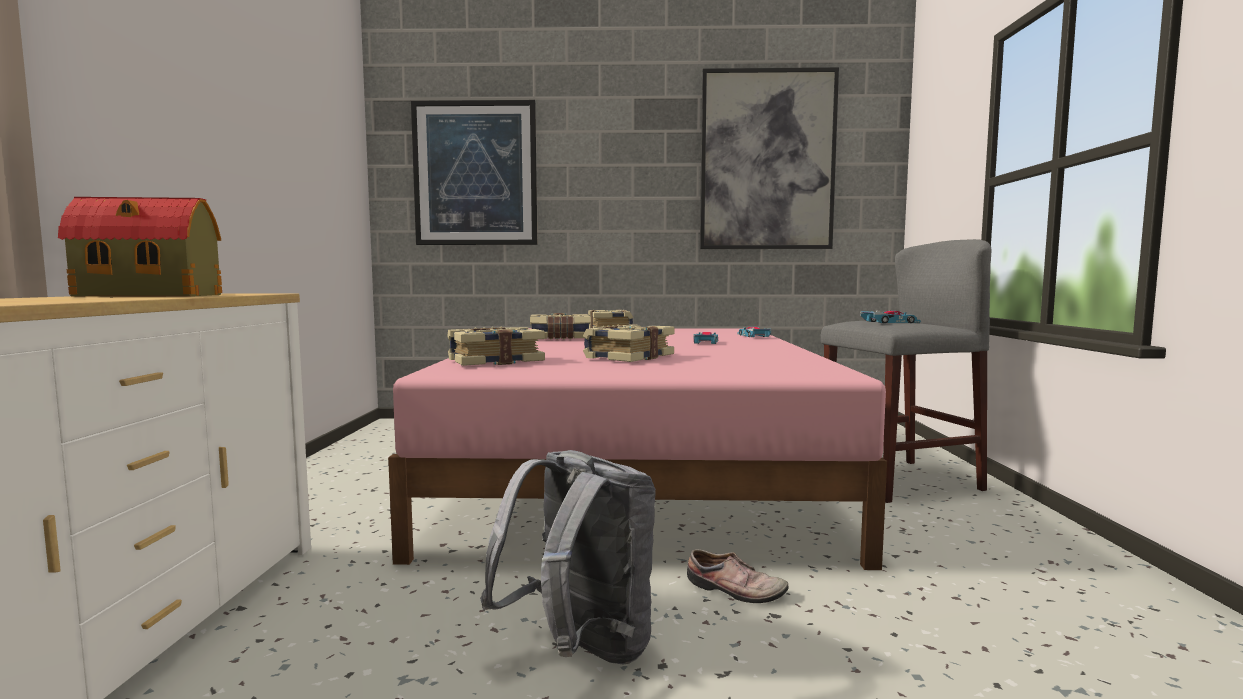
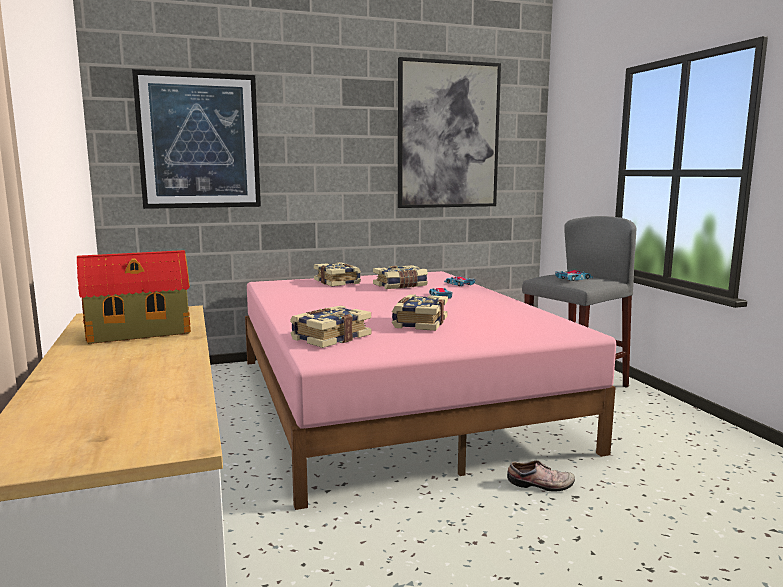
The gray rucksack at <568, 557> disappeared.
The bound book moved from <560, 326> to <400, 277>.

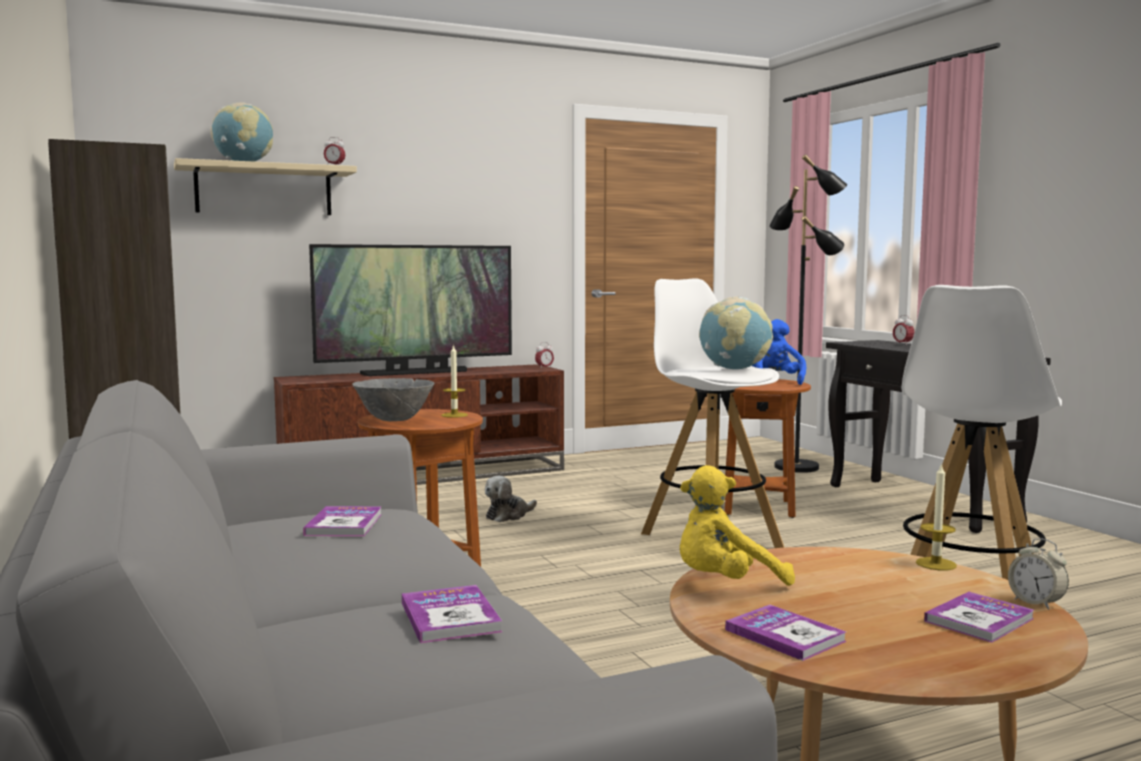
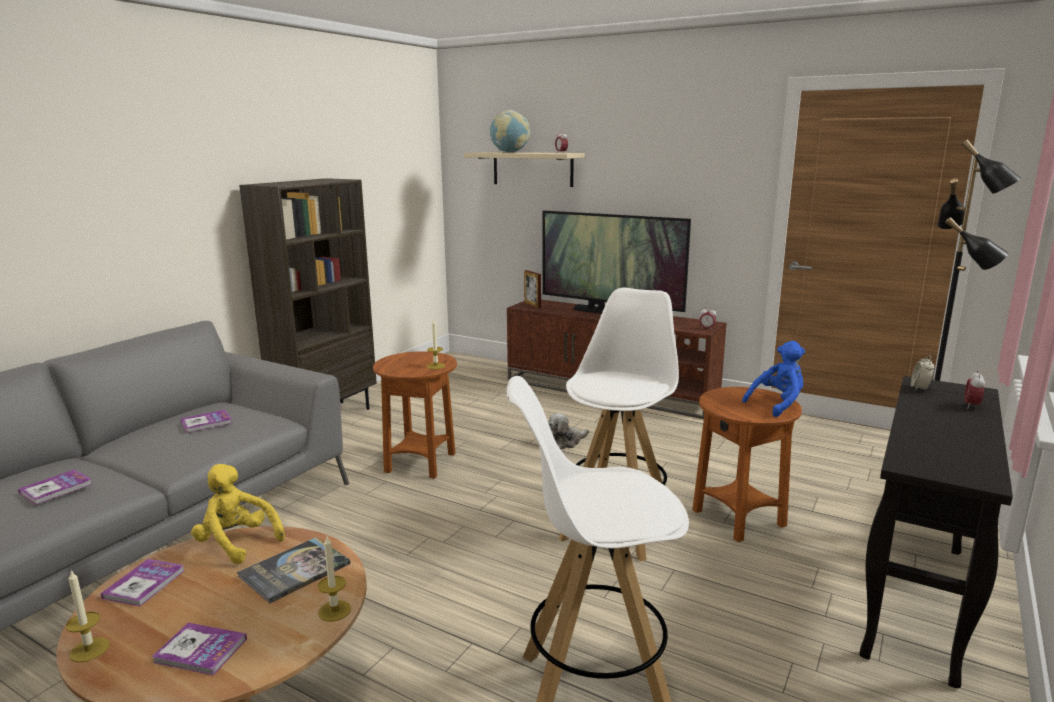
The gray serving bowl at <393, 399> disappeared.
The desk globe at <736, 333> disappeared.
The wax light at <87, 616> appeared.
The bound book at <294, 570> appeared.
The standing frame at <532, 289> appeared.
The table clock moved from <1038, 574> to <922, 372>.
The soft toy at <511, 499> turned 45 degrees counterclockwise.

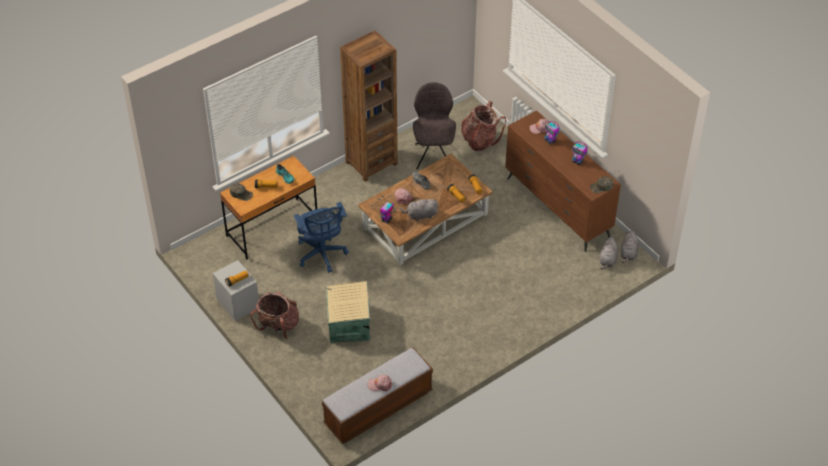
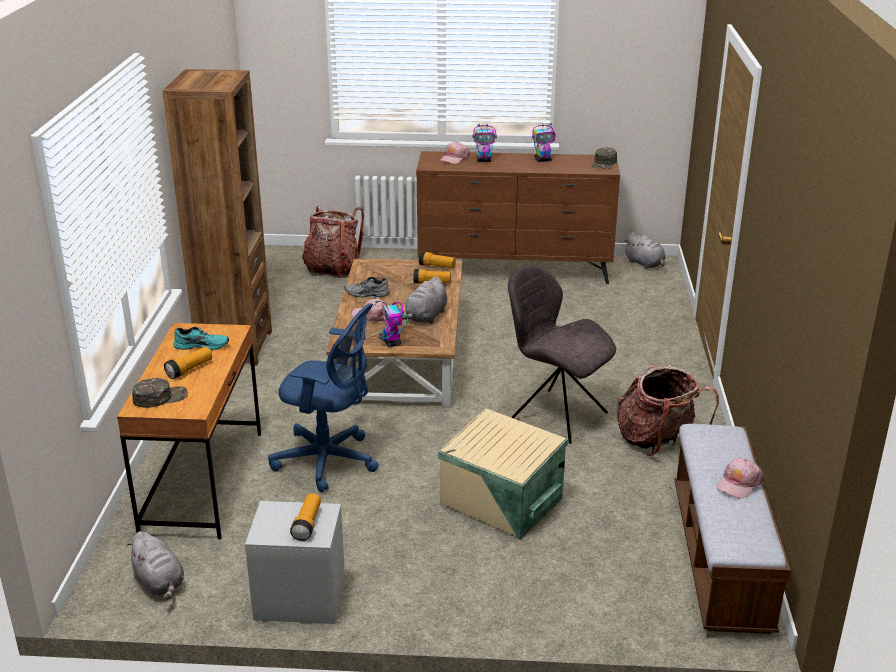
The rucksack moved from <274, 315> to <668, 410>.
The gray upright chair moved from <434, 125> to <562, 355>.
The gray soft toy moved from <609, 253> to <155, 565>.

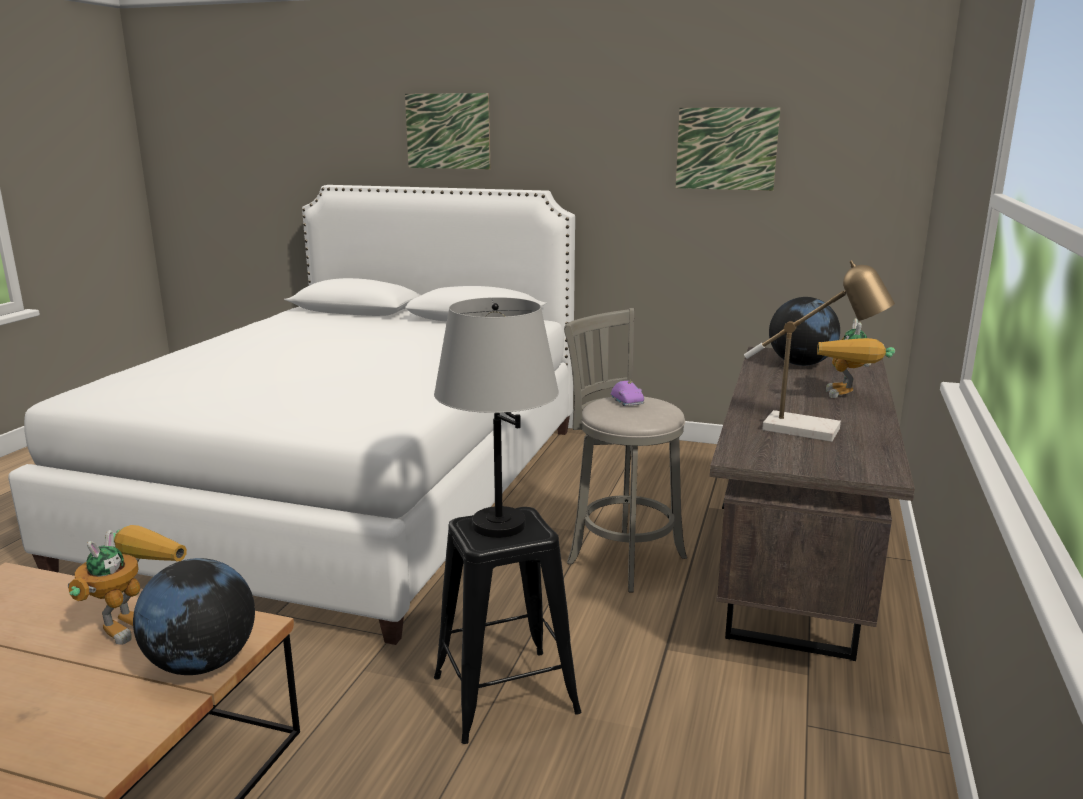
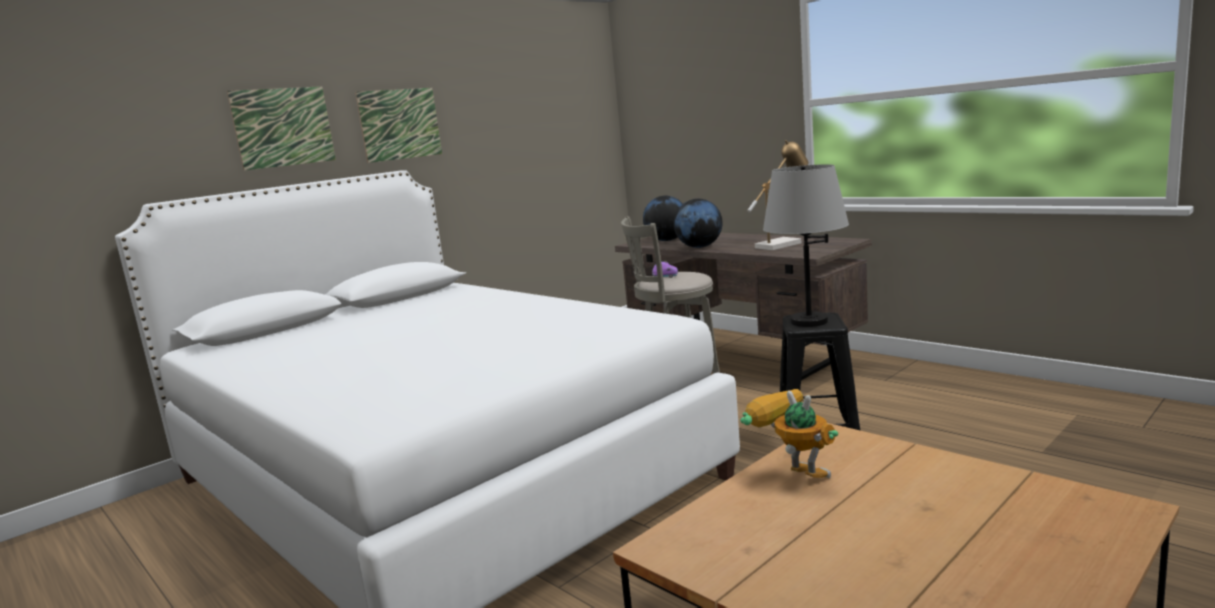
The toy robot at <856, 358> disappeared.
The desk globe moved from <194, 616> to <698, 223>.
The picture moved from <728, 149> to <398, 125>.

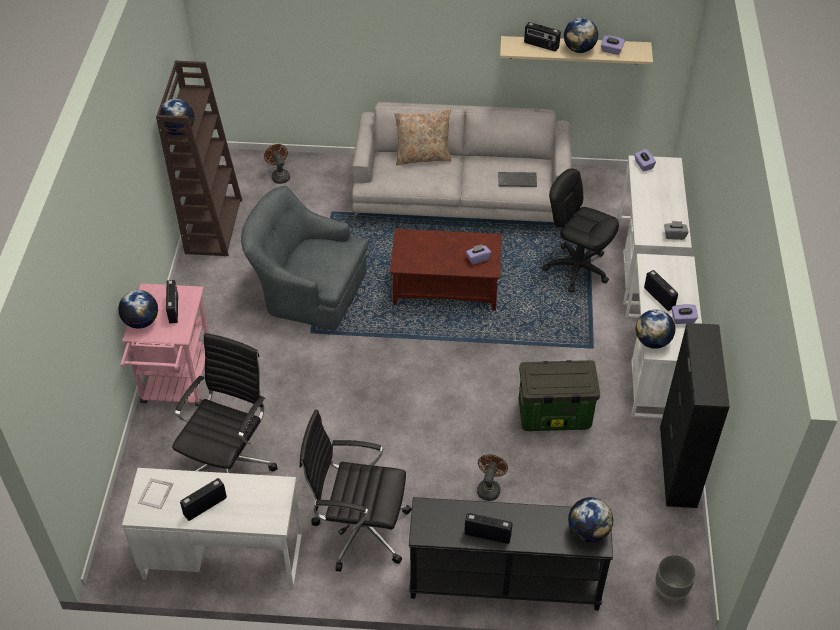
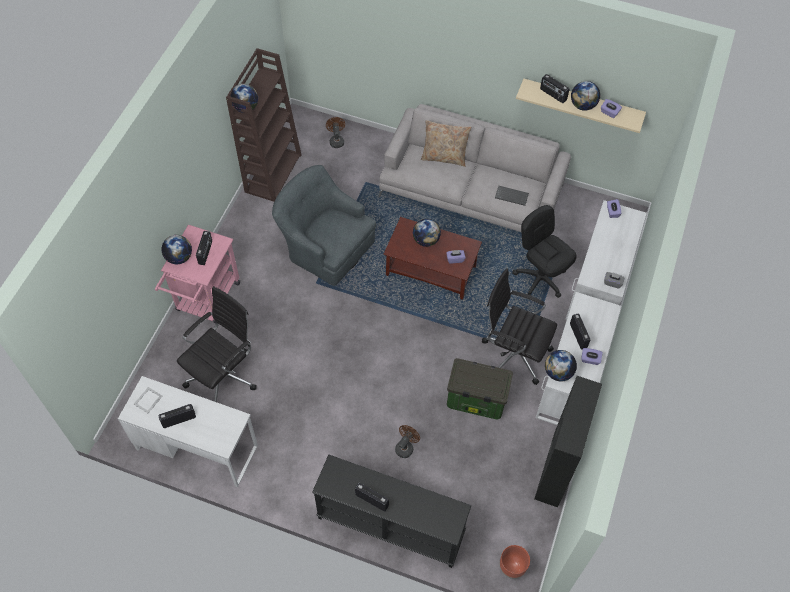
The blackish computer chair moved from <355, 491> to <519, 326>.
The desk globe moved from <590, 520> to <427, 233>.
The gray plant pot at <675, 578> became the brown plant pot at <515, 562>.

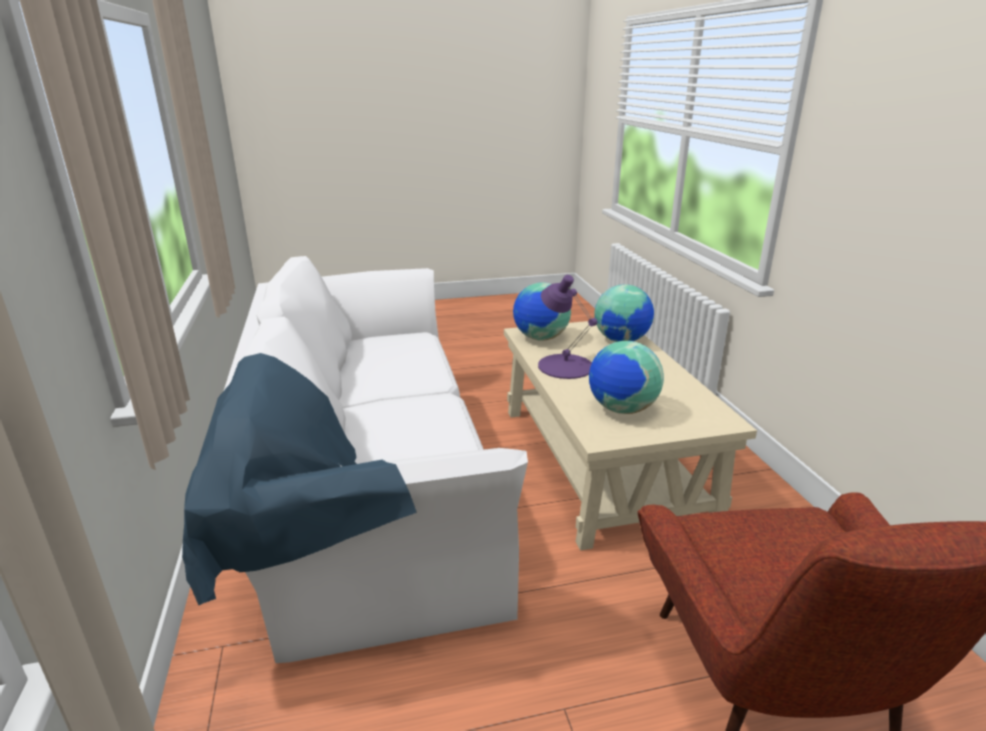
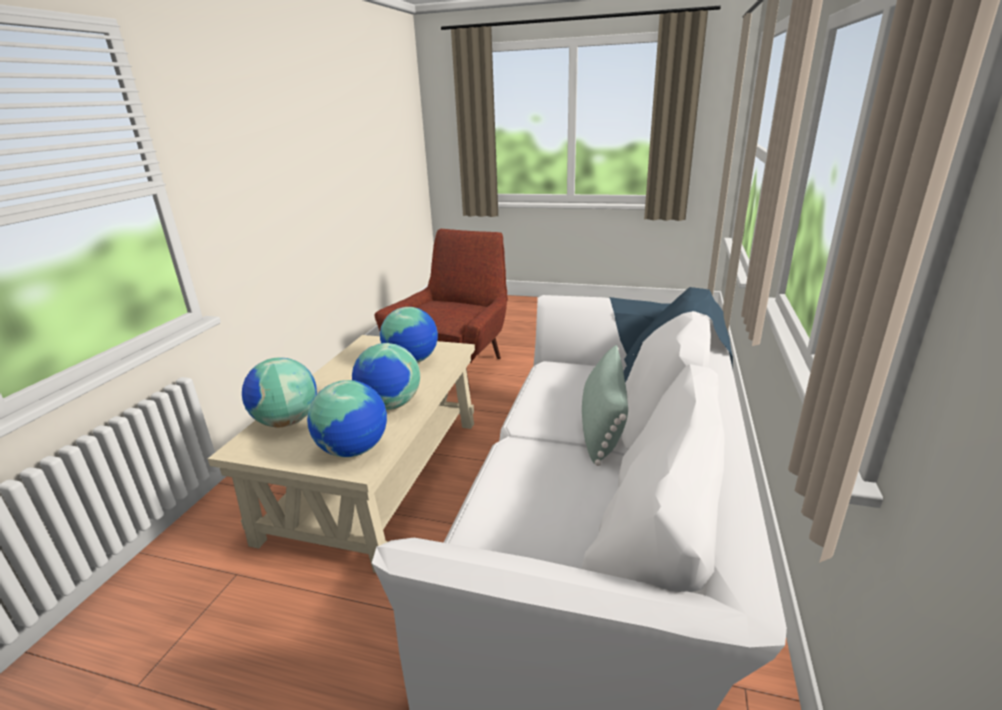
The greenish pillow at <605, 405> appeared.
The purple-coloured table lamp at <567, 327> was replaced by the desk globe at <386, 376>.

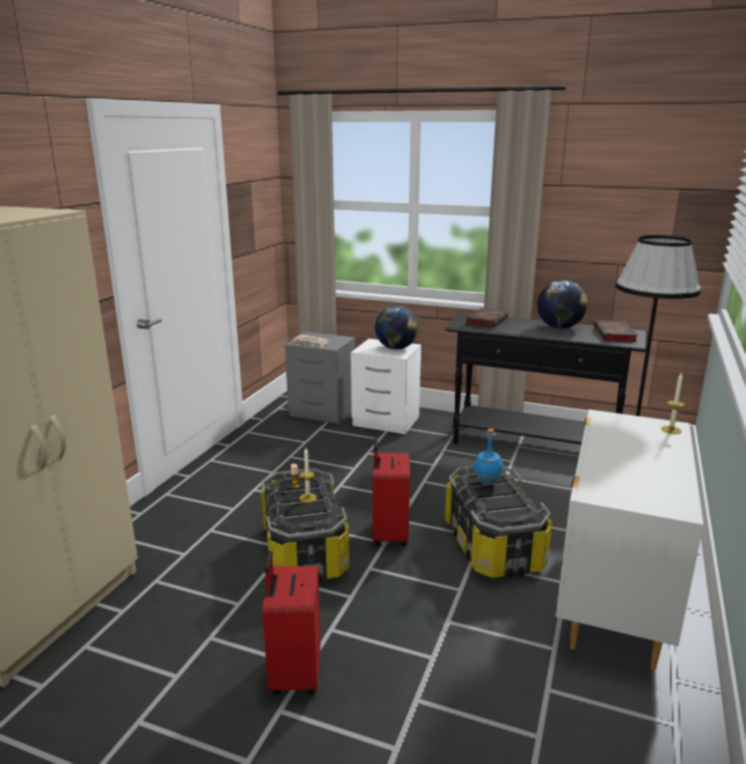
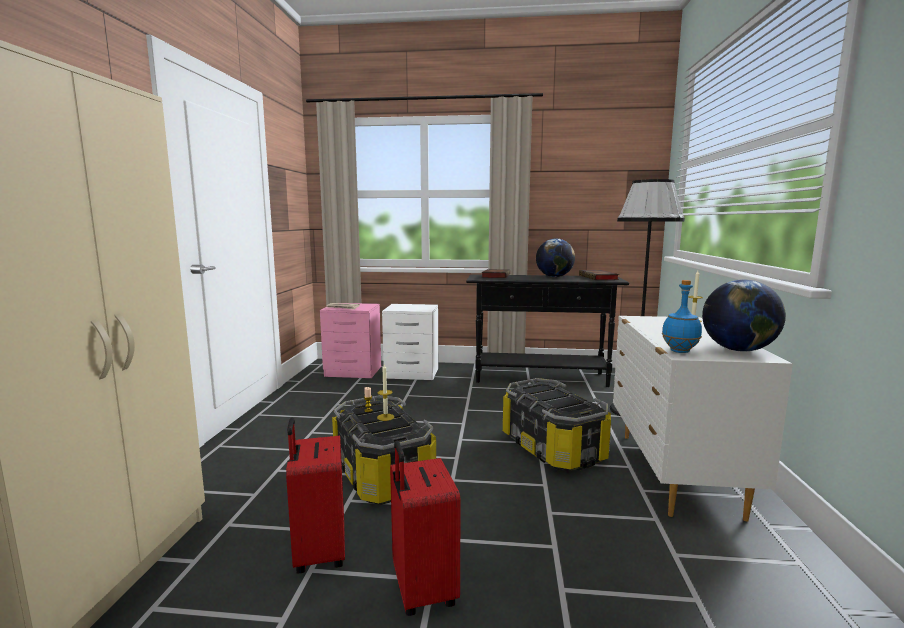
The reddish piece of luggage moved from <391, 491> to <315, 495>.
The desk globe moved from <396, 327> to <744, 316>.
The blue drink bottle moved from <488, 457> to <682, 316>.
The gray bedside table at <320, 378> became the pink-coloured bedside table at <350, 340>.

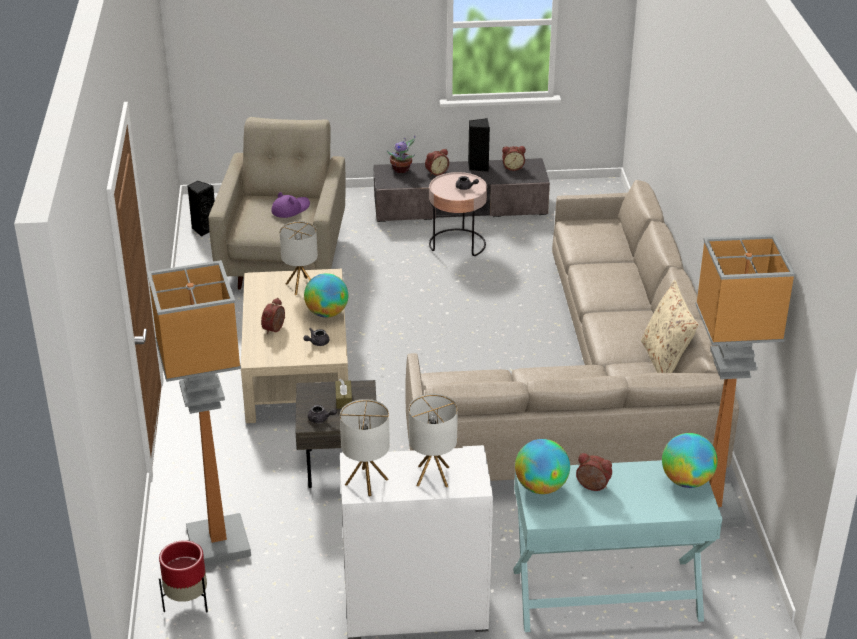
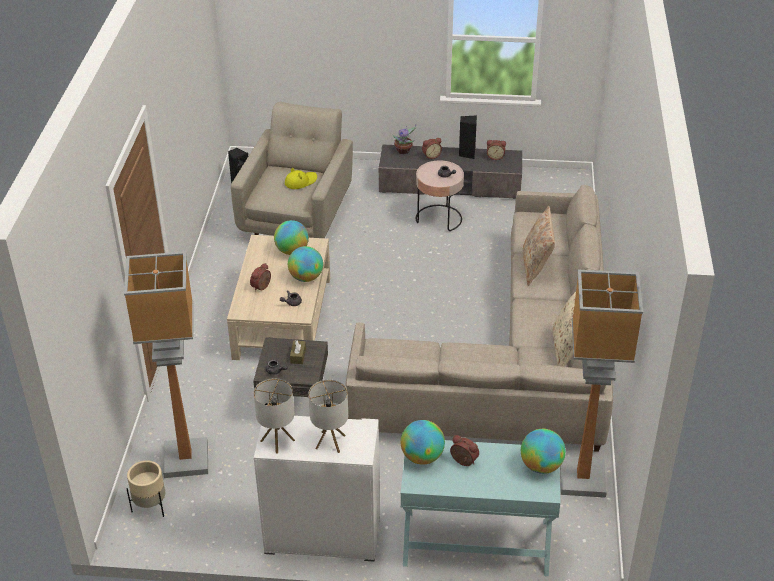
The beige pillow at <539, 246> appeared.
The table lamp at <299, 258> was replaced by the desk globe at <291, 237>.
The reddish plant pot at <183, 576> became the beige plant pot at <145, 488>.
The purple-coloured clothing hat at <290, 205> became the yellow-coloured clothing hat at <301, 178>.

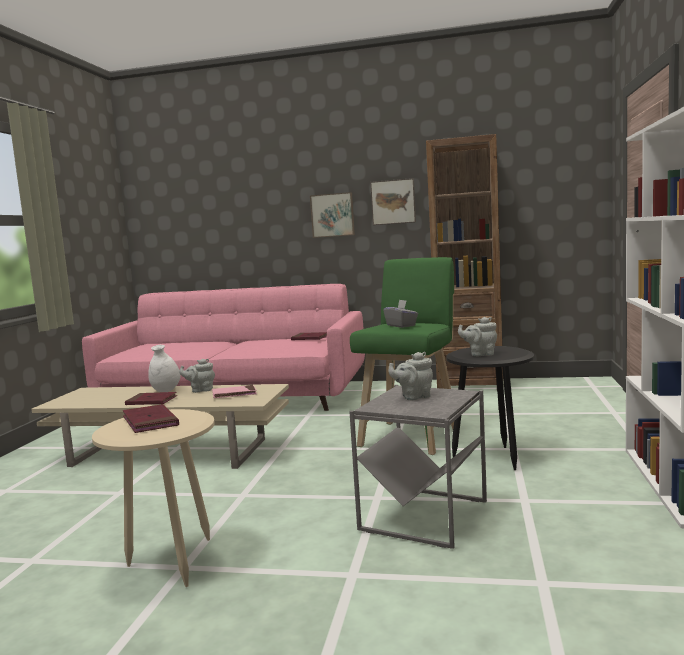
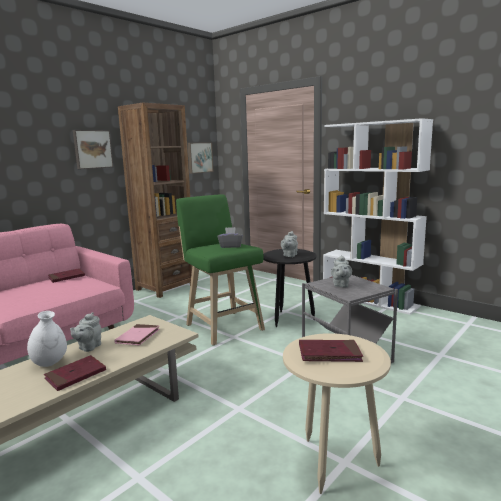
The picture moved from <332, 215> to <201, 158>.

